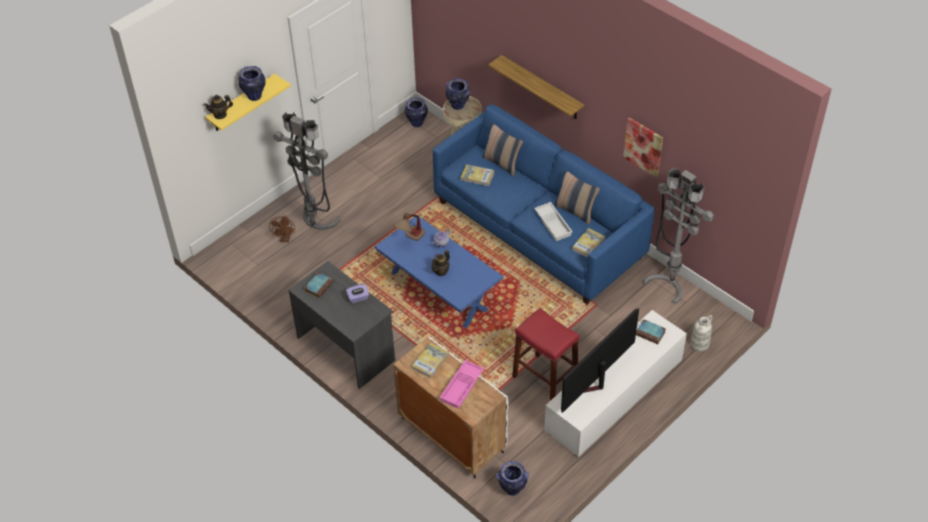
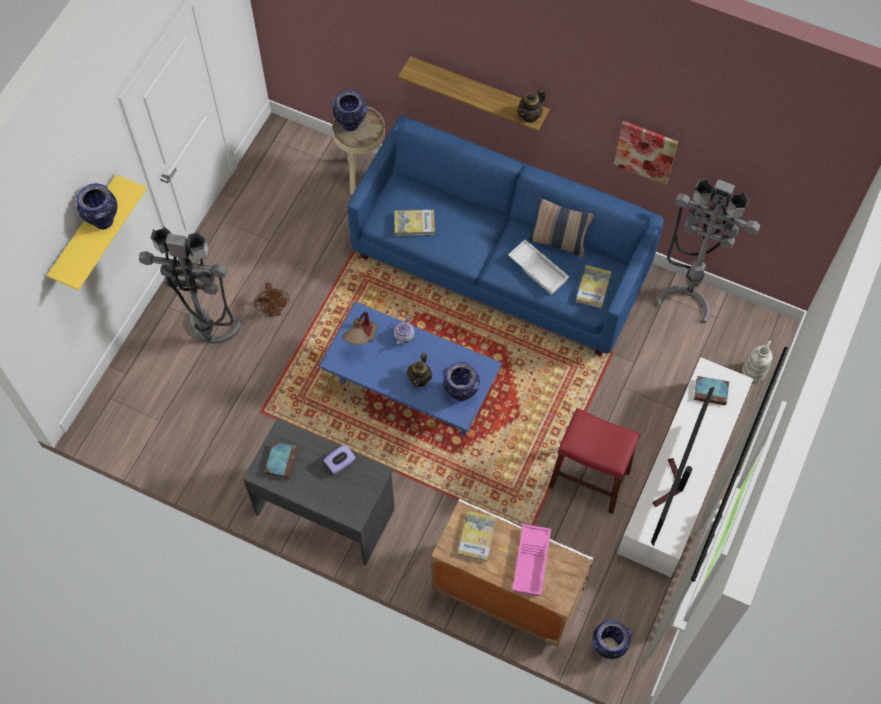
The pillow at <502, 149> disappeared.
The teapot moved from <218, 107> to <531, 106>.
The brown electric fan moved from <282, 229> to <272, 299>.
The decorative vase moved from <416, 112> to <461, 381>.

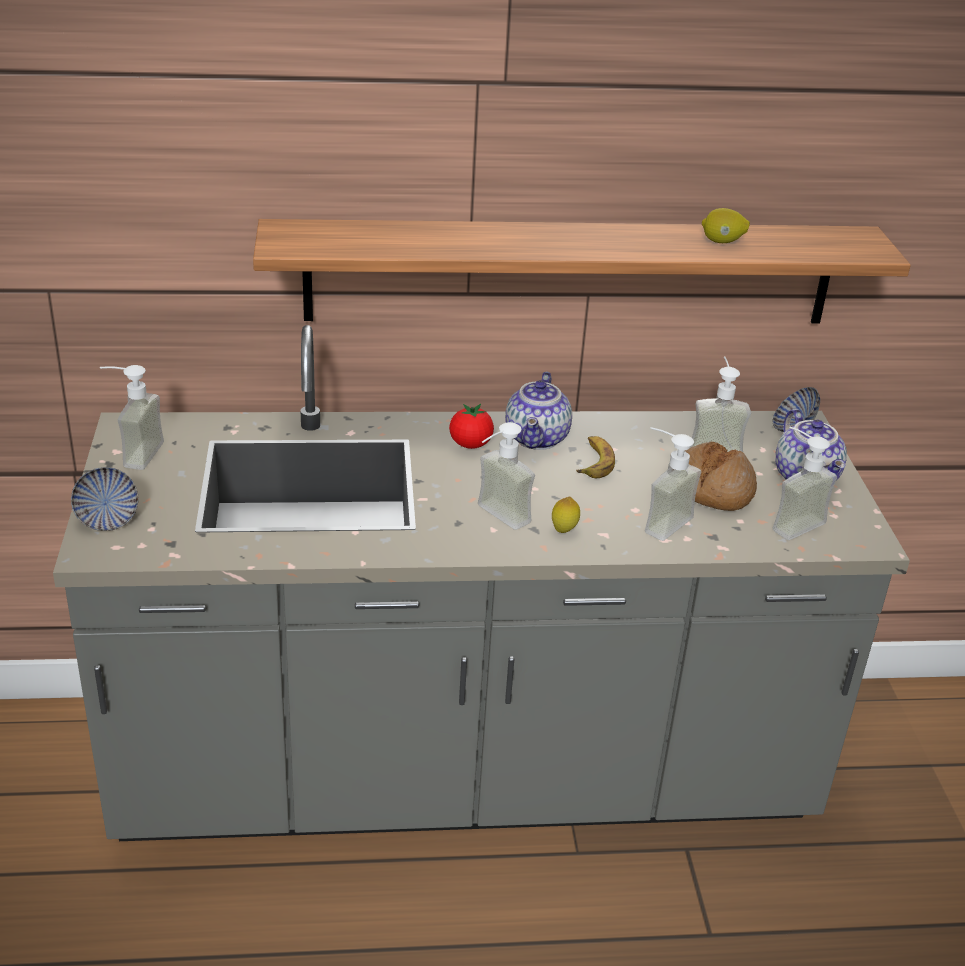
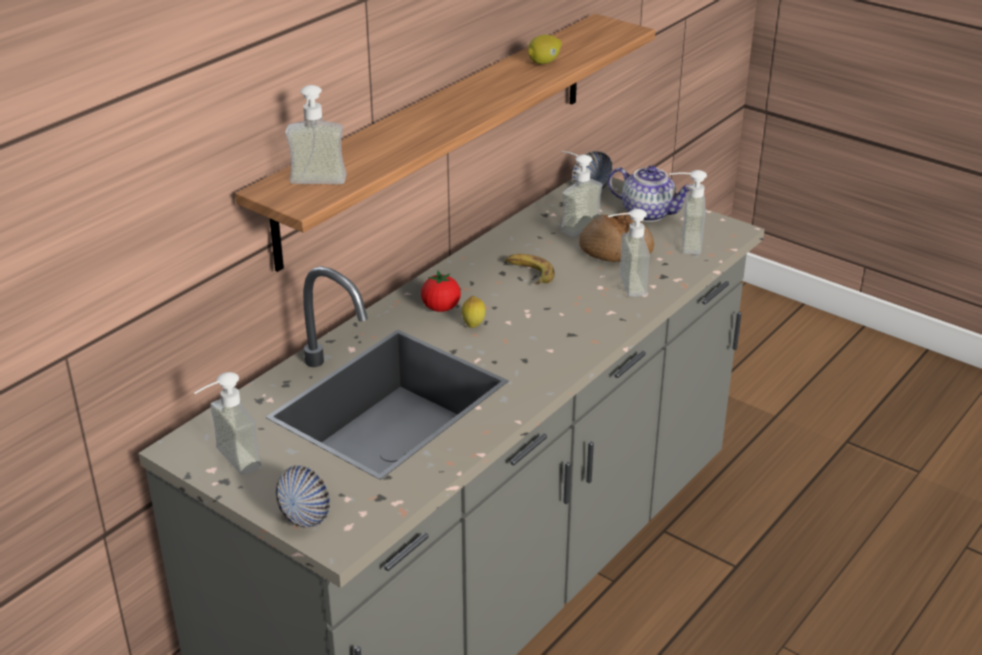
The teapot at <538, 410> disappeared.
The soap bottle moved from <506, 476> to <316, 134>.
The lemon moved from <566, 515> to <474, 312>.

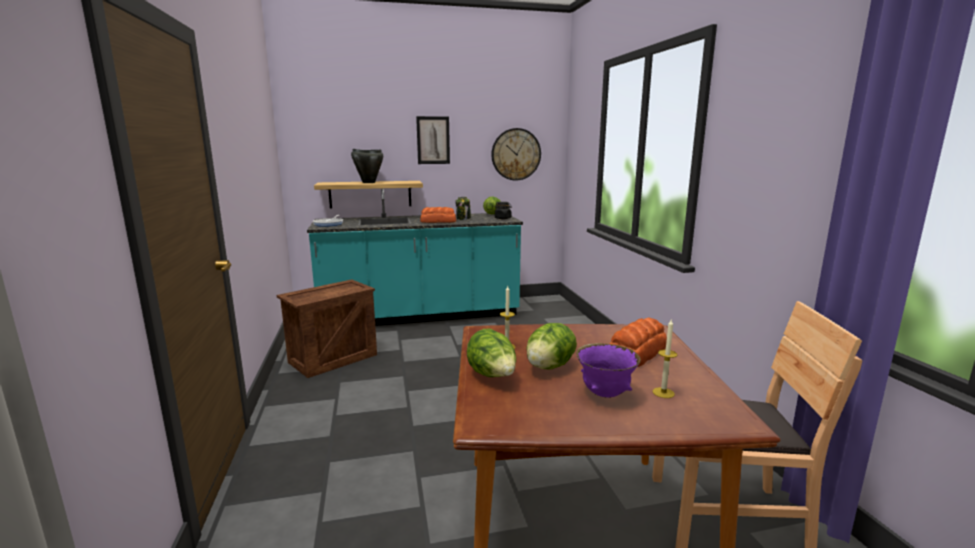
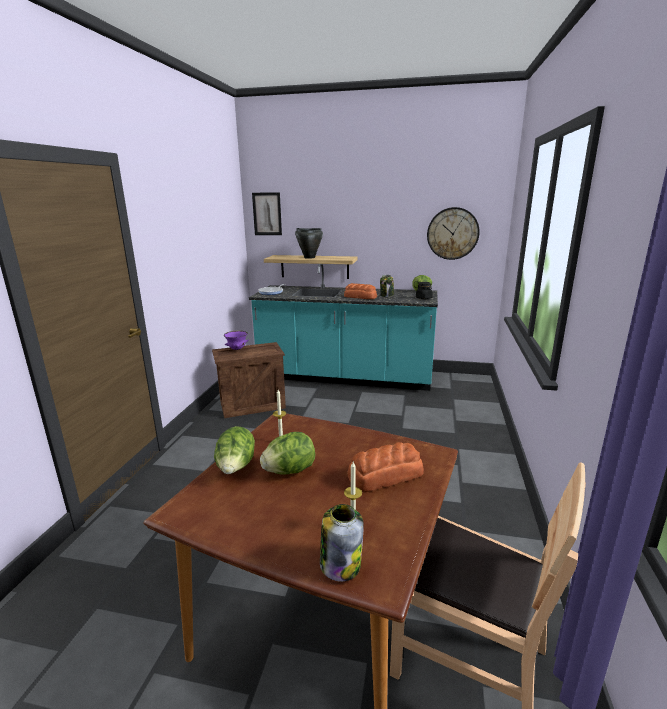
The preserve jar at <342, 543> appeared.
The picture moved from <433, 140> to <267, 213>.
The purple-coloured serving bowl moved from <608, 370> to <236, 340>.

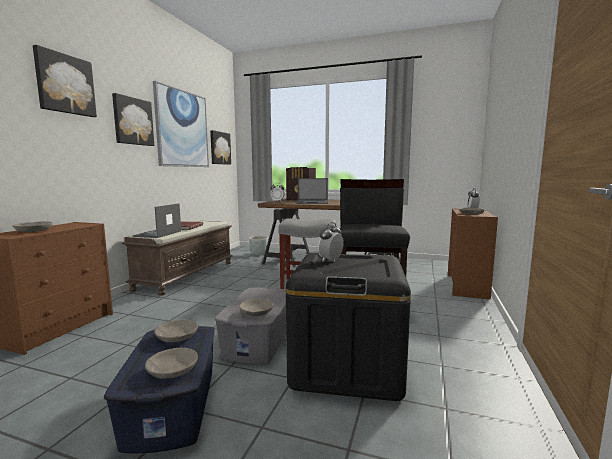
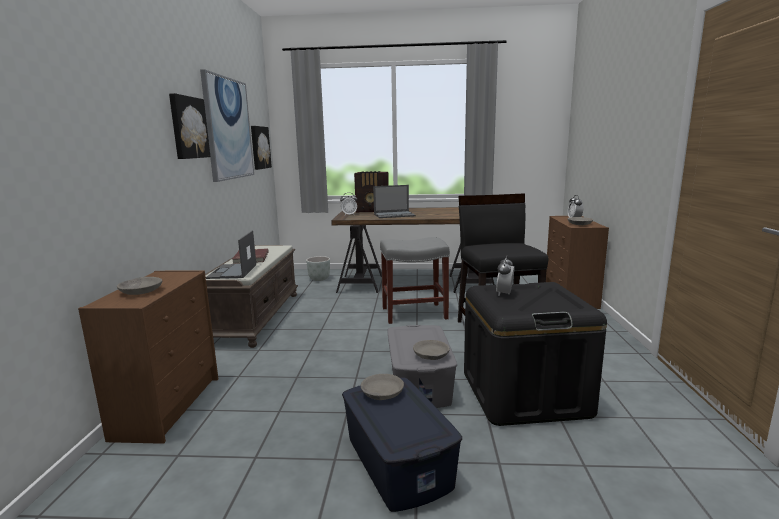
The picture at <65, 81> disappeared.
The gray serving bowl at <171, 363> disappeared.

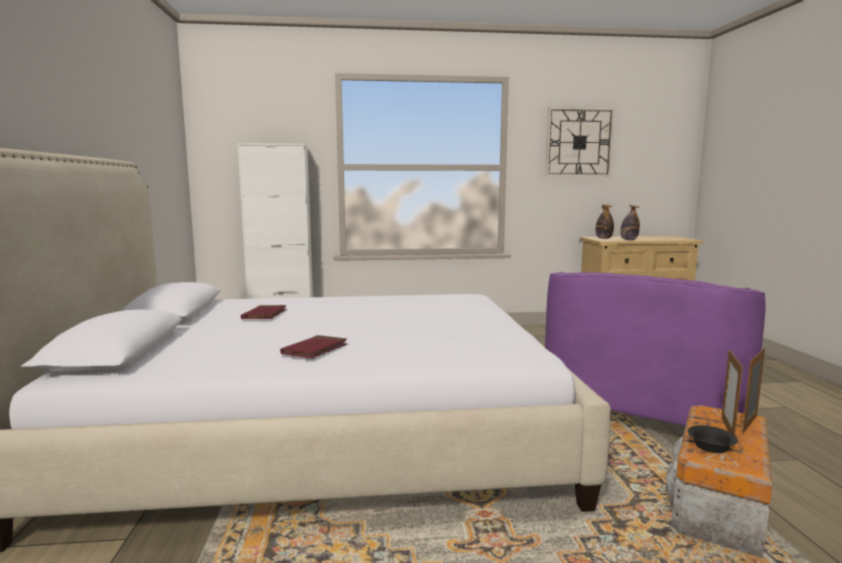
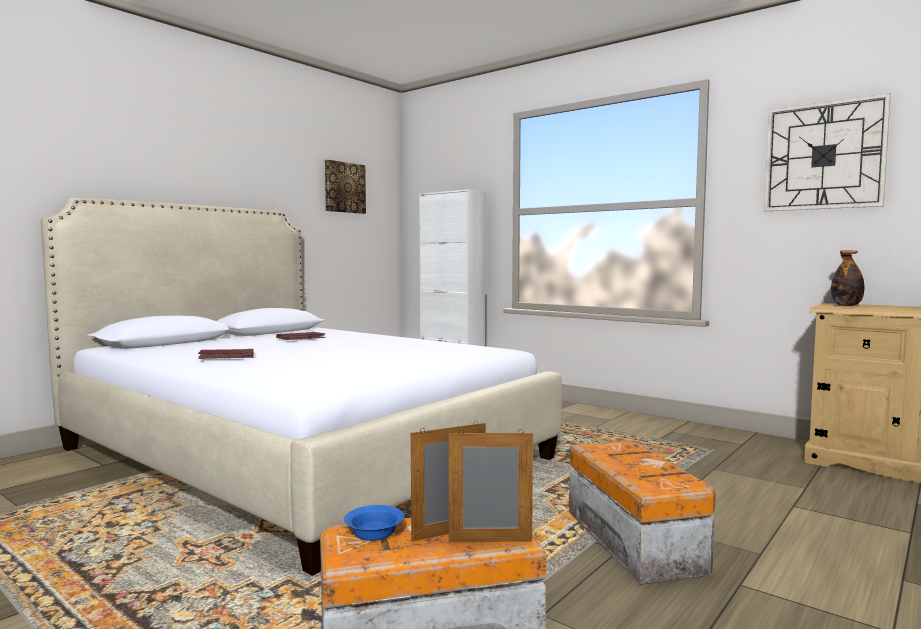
The drink bottle at <630, 222> disappeared.
The picture at <345, 187> appeared.
The purple-coloured easy chair at <655, 349> was replaced by the storage box at <642, 513>.
The blackish serving bowl at <713, 439> became the blue serving bowl at <374, 523>.

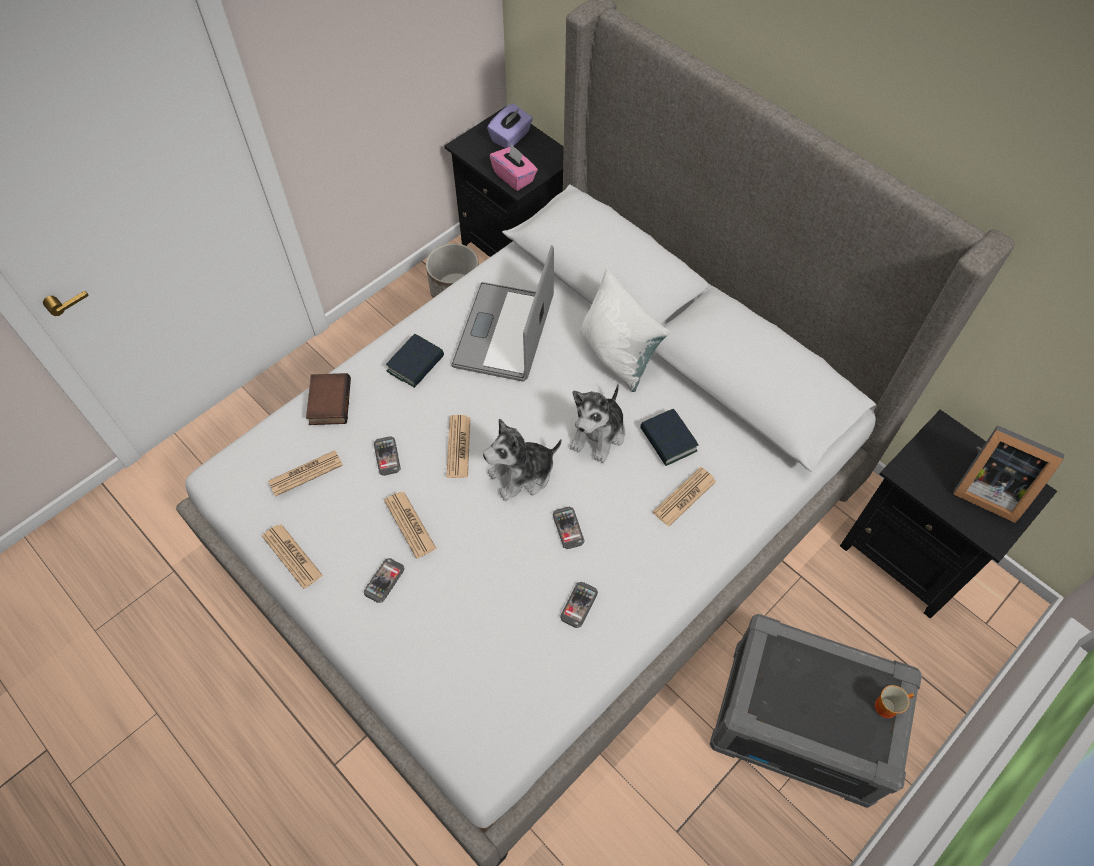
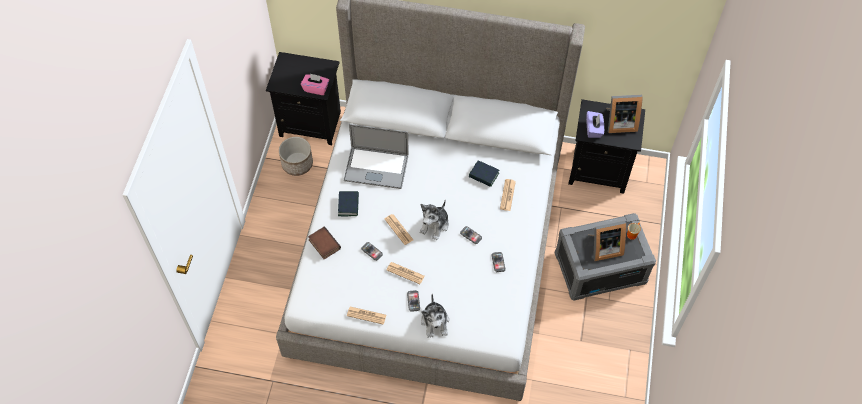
The daily paper at <305, 473> disappeared.
The whitish pillow at <625, 330> disappeared.
The standing frame at <607, 241> appeared.
The purple-coloured tissue box moved from <510, 125> to <595, 124>.
The soft toy moved from <597, 423> to <435, 316>.
The laptop at <502, 313> turned 60 degrees counterclockwise.

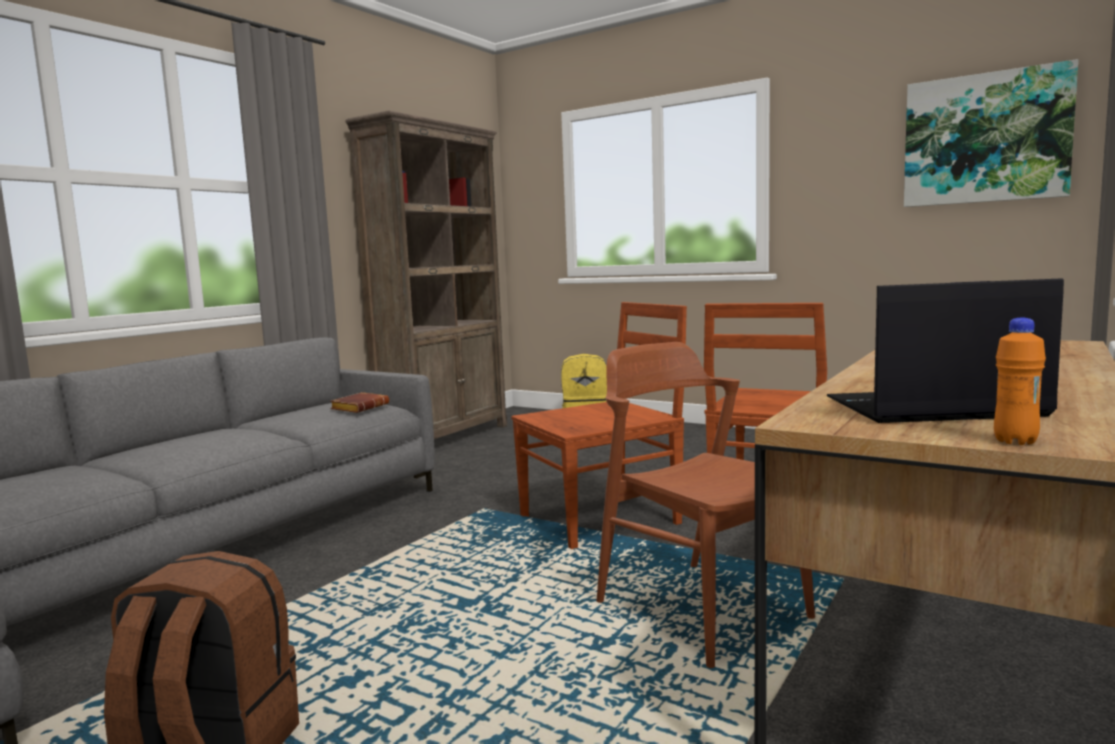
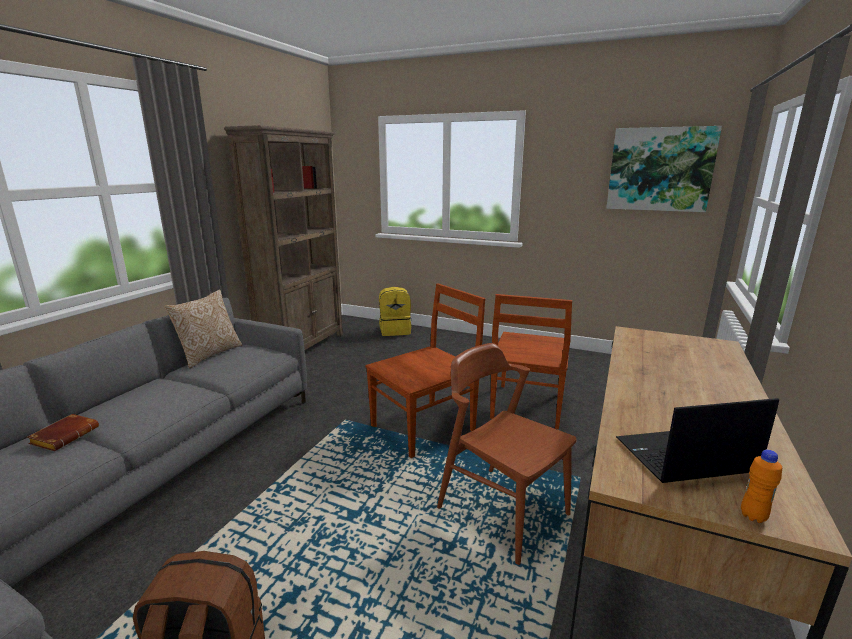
The pillow at <203, 328> appeared.
The brown bound book moved from <359, 402> to <63, 432>.

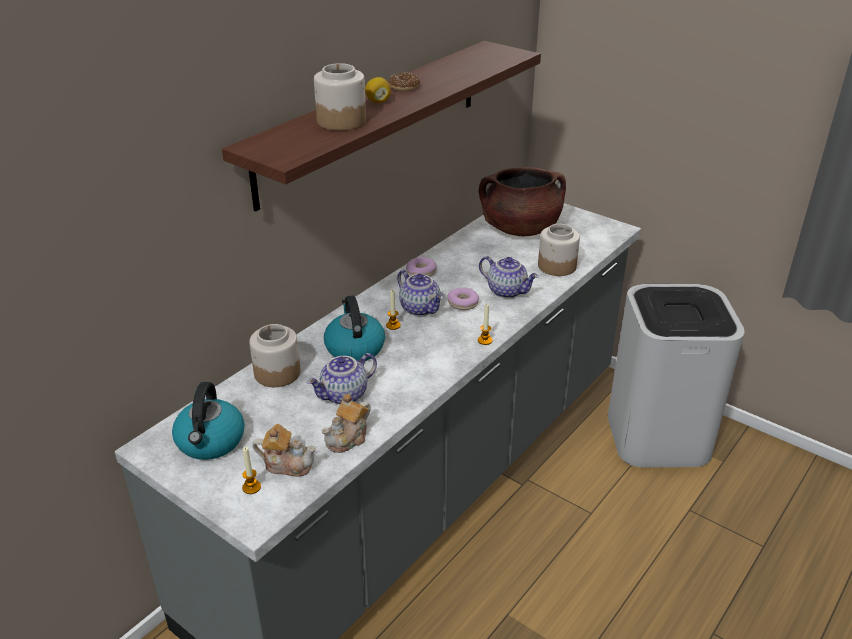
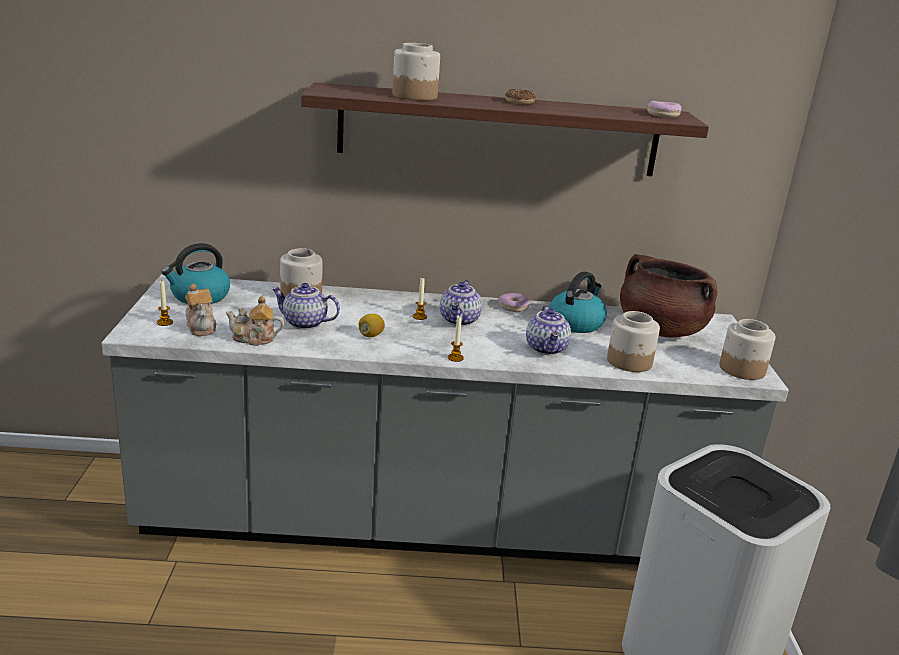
The preserve jar at <747, 349> appeared.
The water kettle moved from <354, 328> to <578, 302>.
The lemon moved from <378, 90> to <371, 325>.
The donut moved from <463, 299> to <664, 109>.

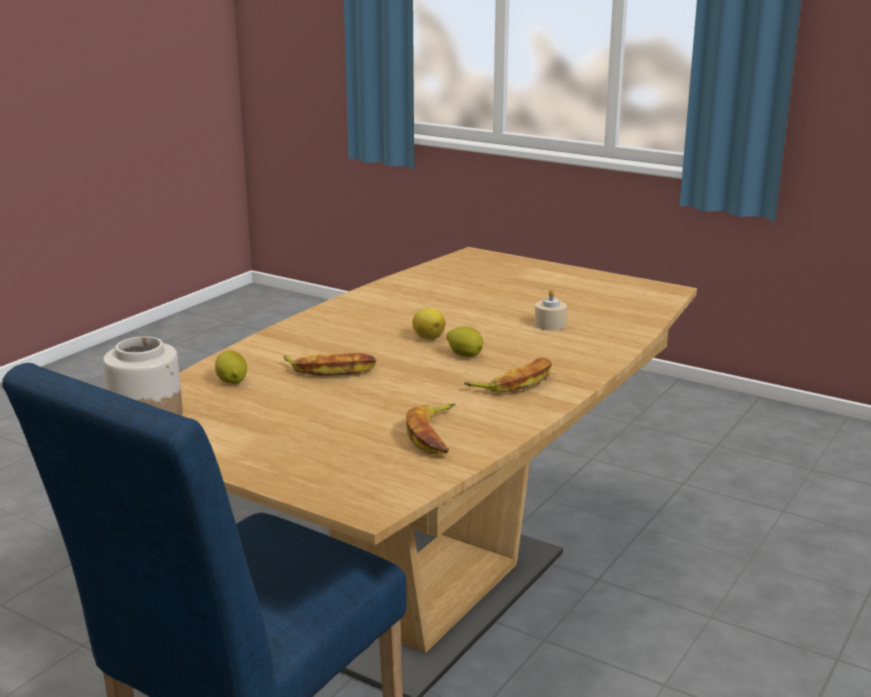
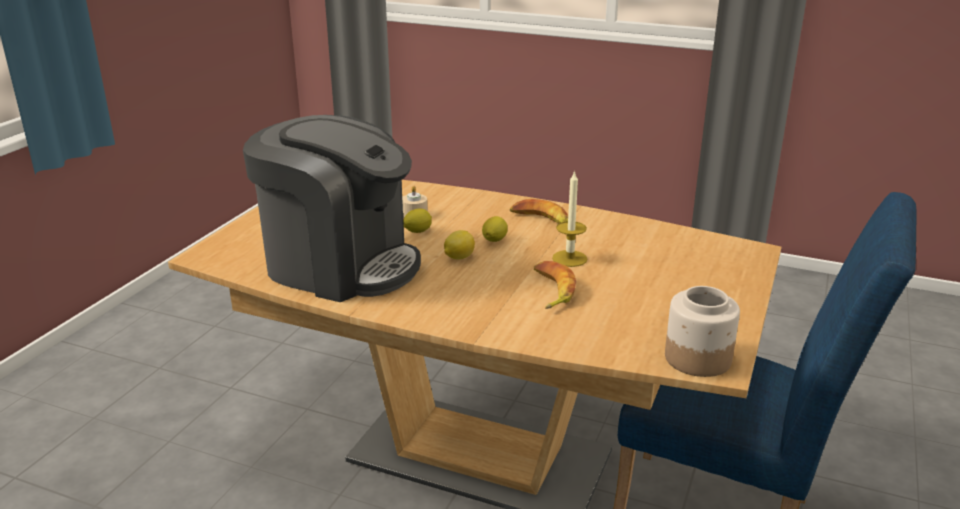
The banana at <430, 428> disappeared.
The coffee maker at <332, 208> appeared.
The wax light at <569, 218> appeared.
The lemon moved from <231, 367> to <417, 220>.

